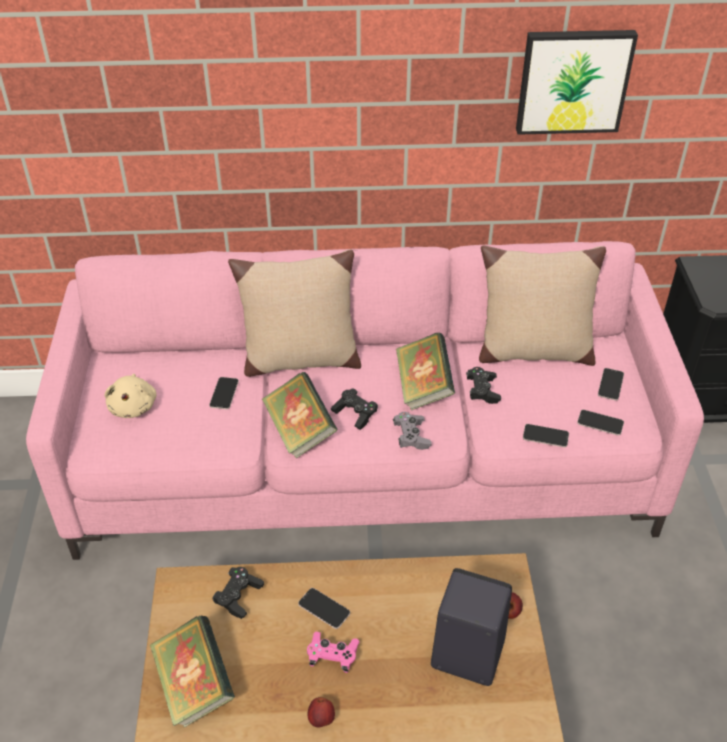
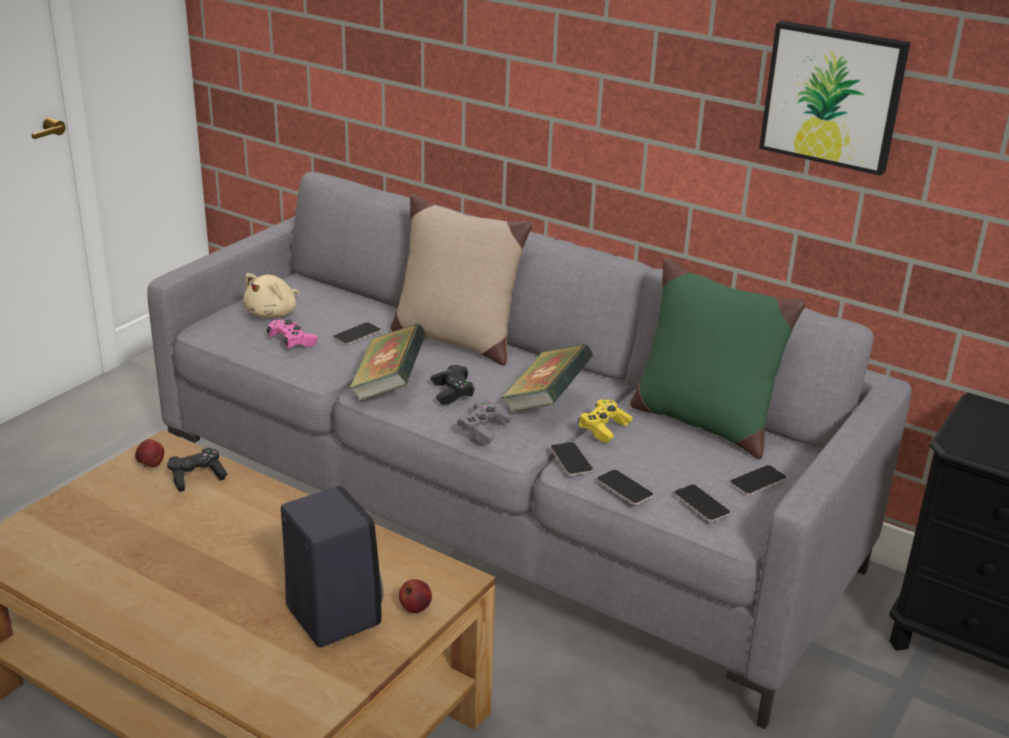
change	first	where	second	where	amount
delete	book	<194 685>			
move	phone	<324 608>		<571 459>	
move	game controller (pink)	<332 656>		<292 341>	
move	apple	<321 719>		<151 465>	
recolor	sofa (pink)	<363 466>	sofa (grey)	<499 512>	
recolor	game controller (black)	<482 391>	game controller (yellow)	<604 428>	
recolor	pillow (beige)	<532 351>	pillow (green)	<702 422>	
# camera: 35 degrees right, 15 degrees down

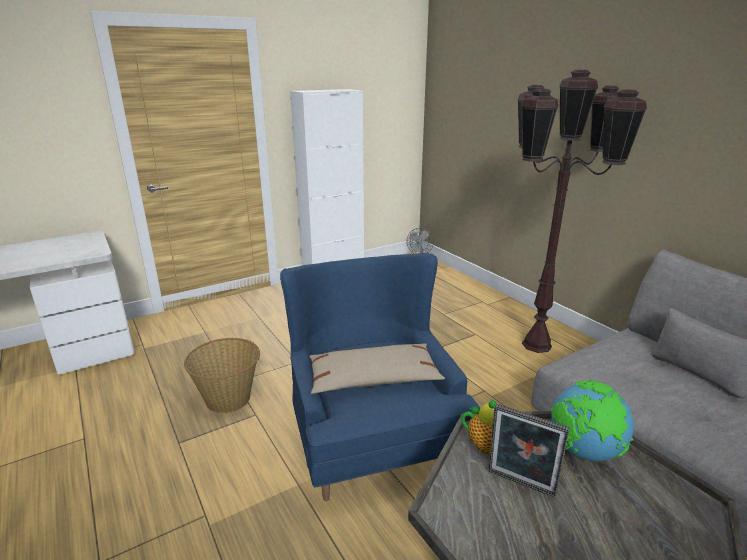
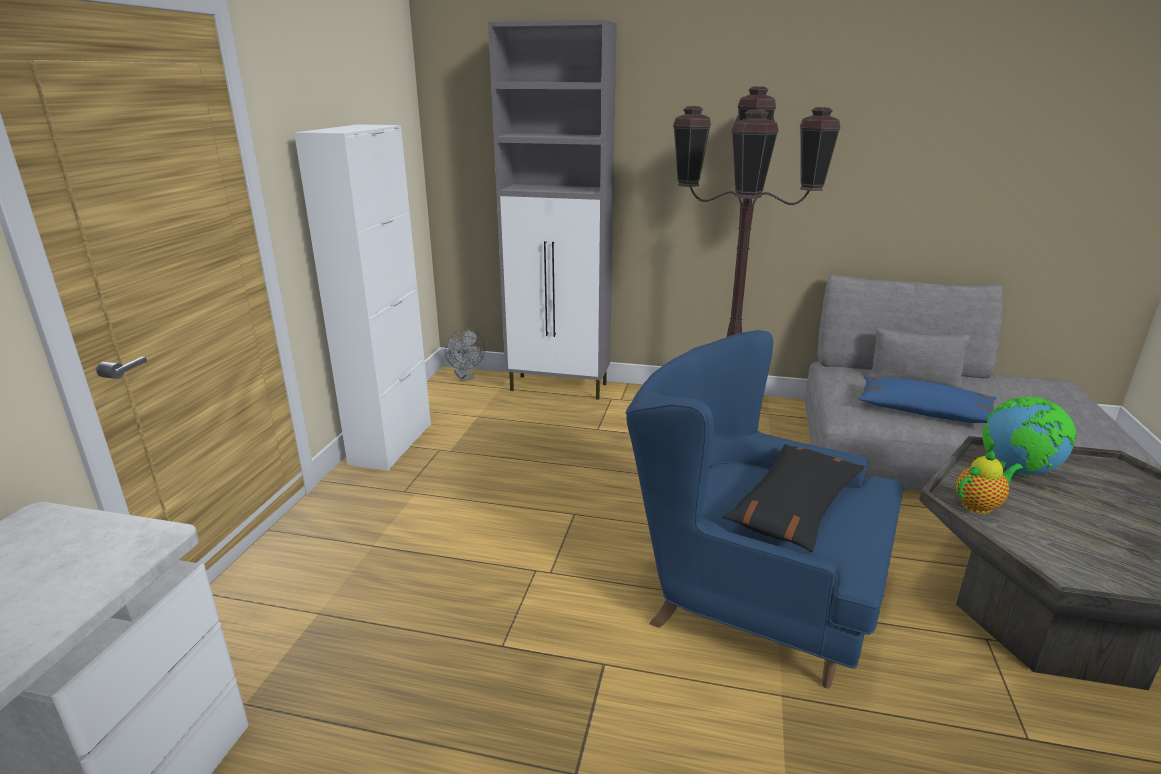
change	first	where	second	where	amount
delete	basket	<229 398>			
delete	picture frame	<520 485>			
insert			cabinet (grey)	<560 387>	
insert			pillow (blue)	<923 411>	
recolor	pillow (beige)	<373 379>	pillow (black)	<794 508>	
# camera: 45 degrees left, 0 degrees up

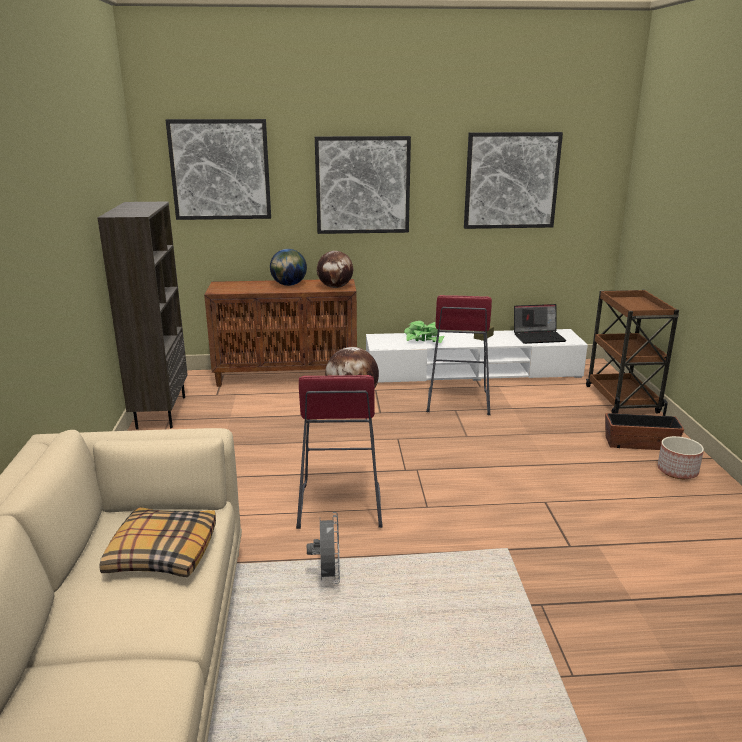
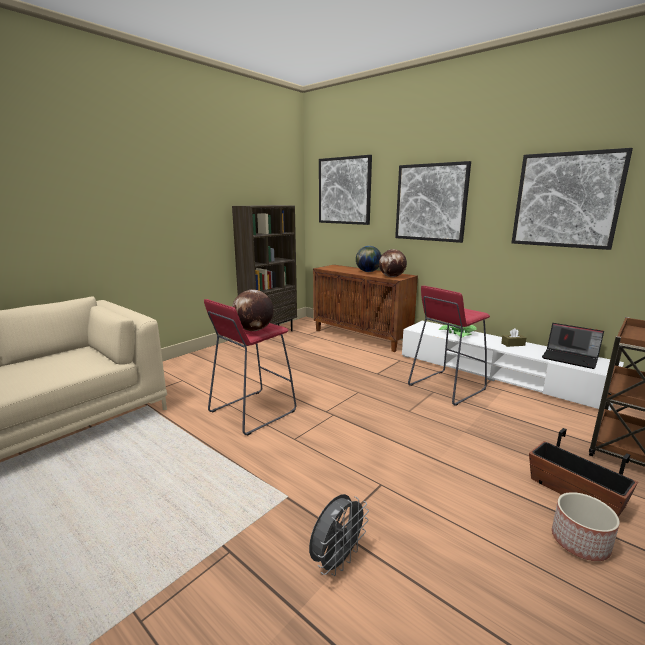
change	first	where	second	where	amount
delete	pillow	<162 553>			
move	fan (grey)	<327 576>		<337 560>	
# camera: 45 degrees right, 5 degrees down

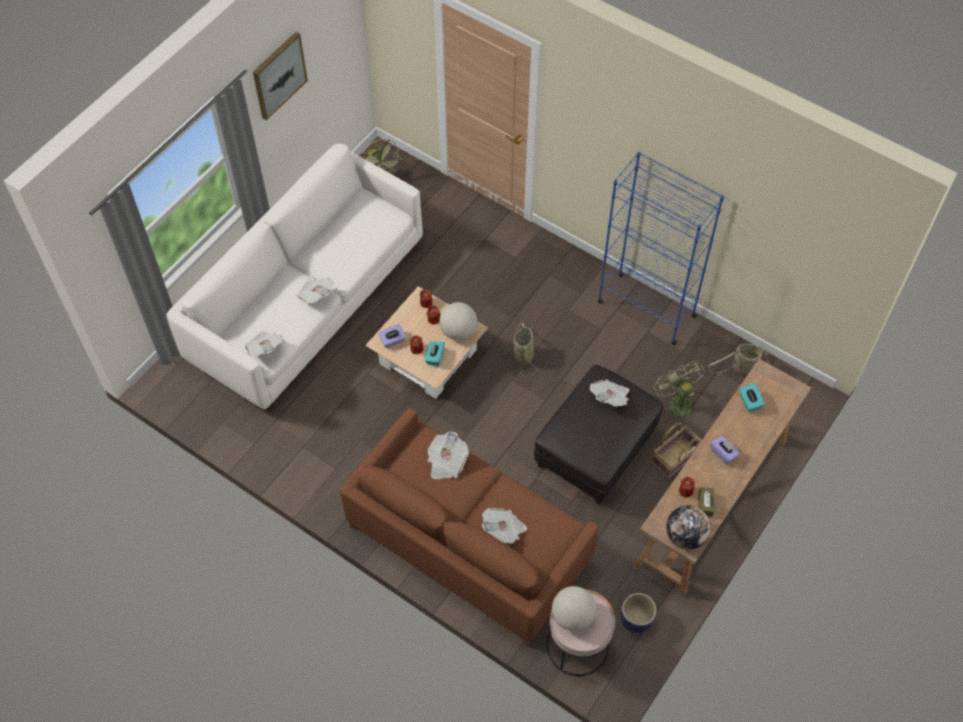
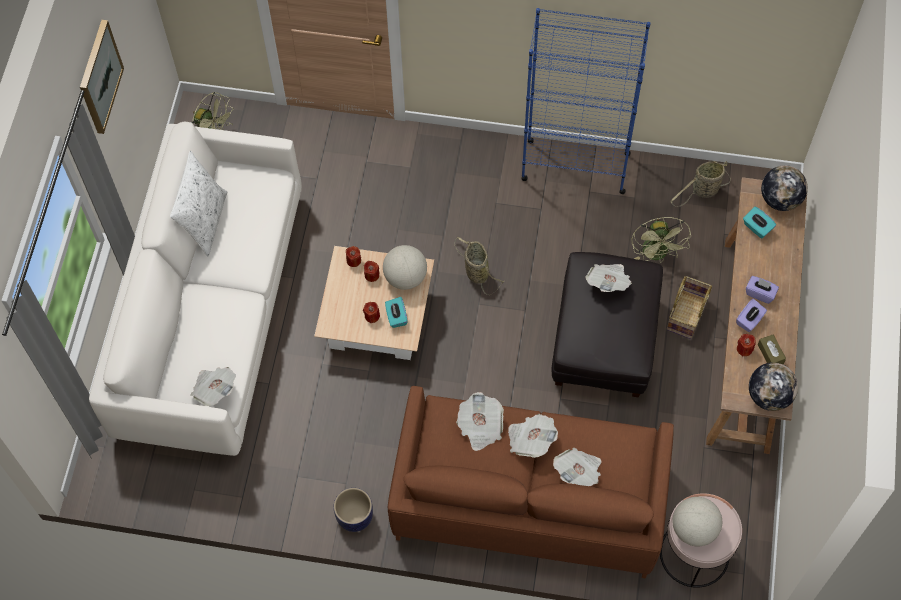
change	first	where	second	where	amount
insert			pillow (white)	<204 221>	
insert			globe	<780 199>	
move	newspaper	<316 295>		<530 440>	
move	tissue box (purple)	<392 341>		<749 320>	
move	planter	<635 620>		<354 517>	
rotate	fan (green)	<676 402>		<657 254>	135 degrees counterclockwise
# camera: 25 degrees left, 5 degrees up

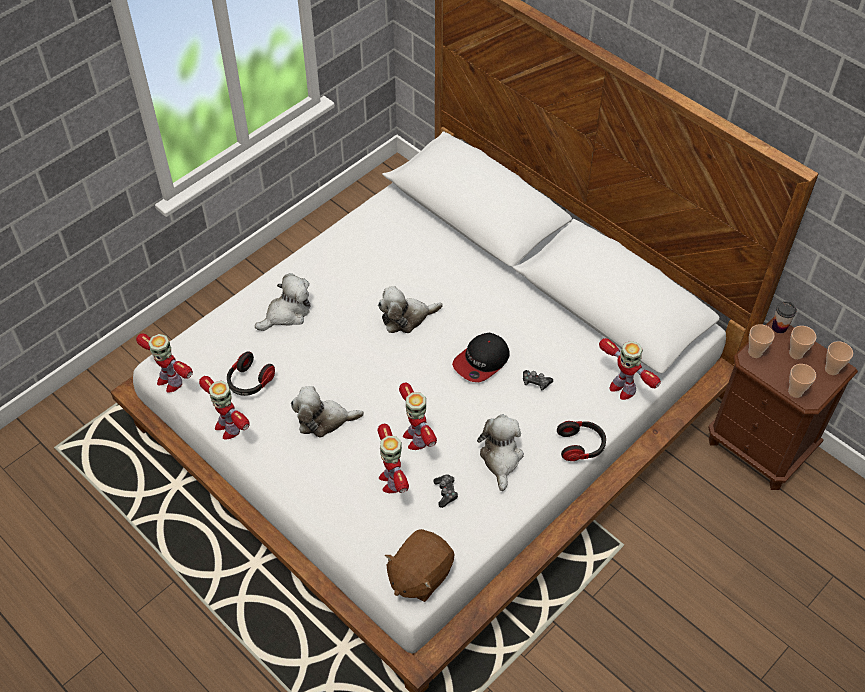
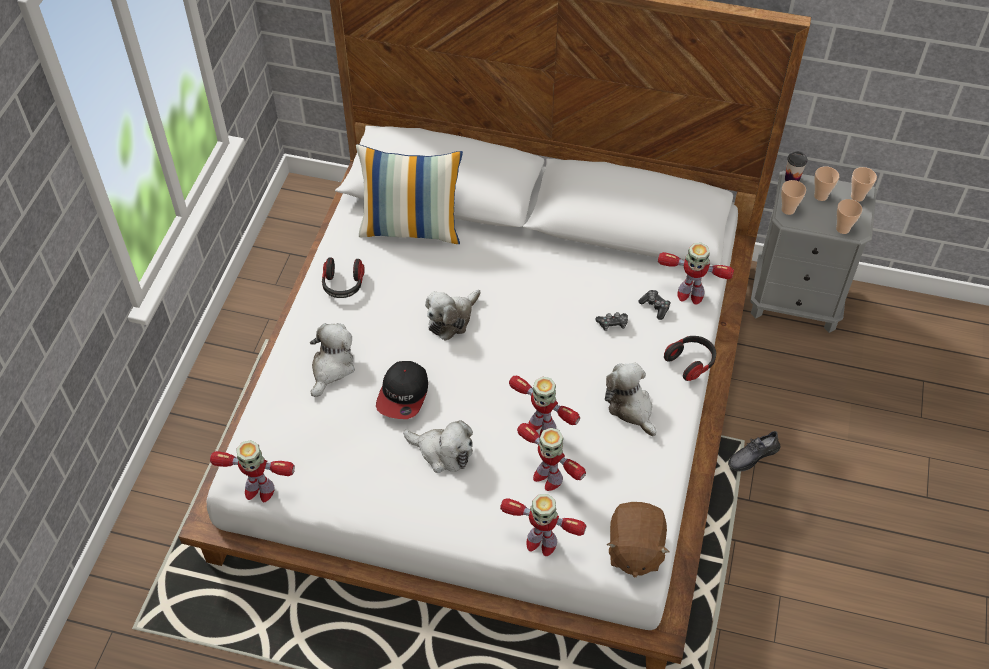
change	first	where	second	where	amount
insert			pillow	<411 228>	
insert			shoe (grey)	<752 456>	
move	toy robot	<228 427>		<540 542>	
move	headphones	<250 382>		<343 285>	
move	game controller	<446 492>		<655 307>	
move	cap	<481 361>		<403 394>	
recolor	nightstand (brown)	<759 447>	nightstand (grey)	<795 300>	
rotate	plush toy	<324 420>		<442 452>	120 degrees counterclockwise
# camera: 30 degrees left, 0 degrees up

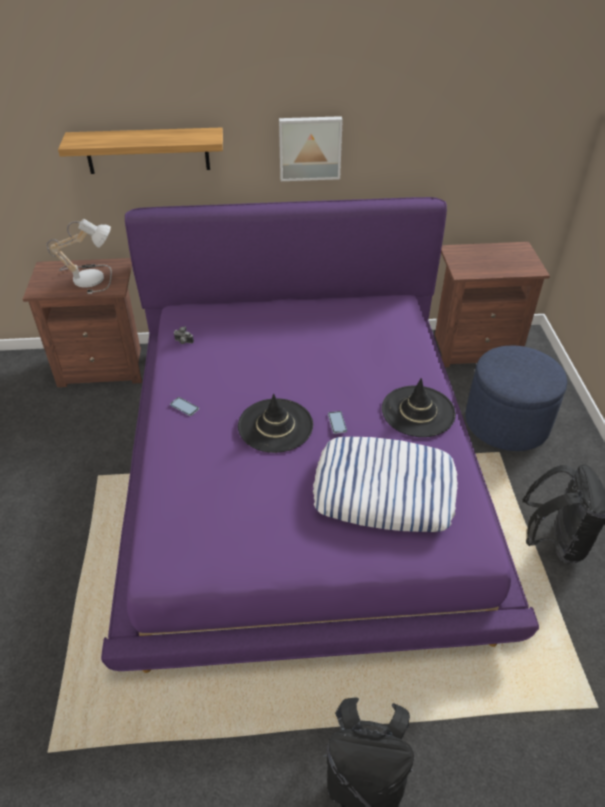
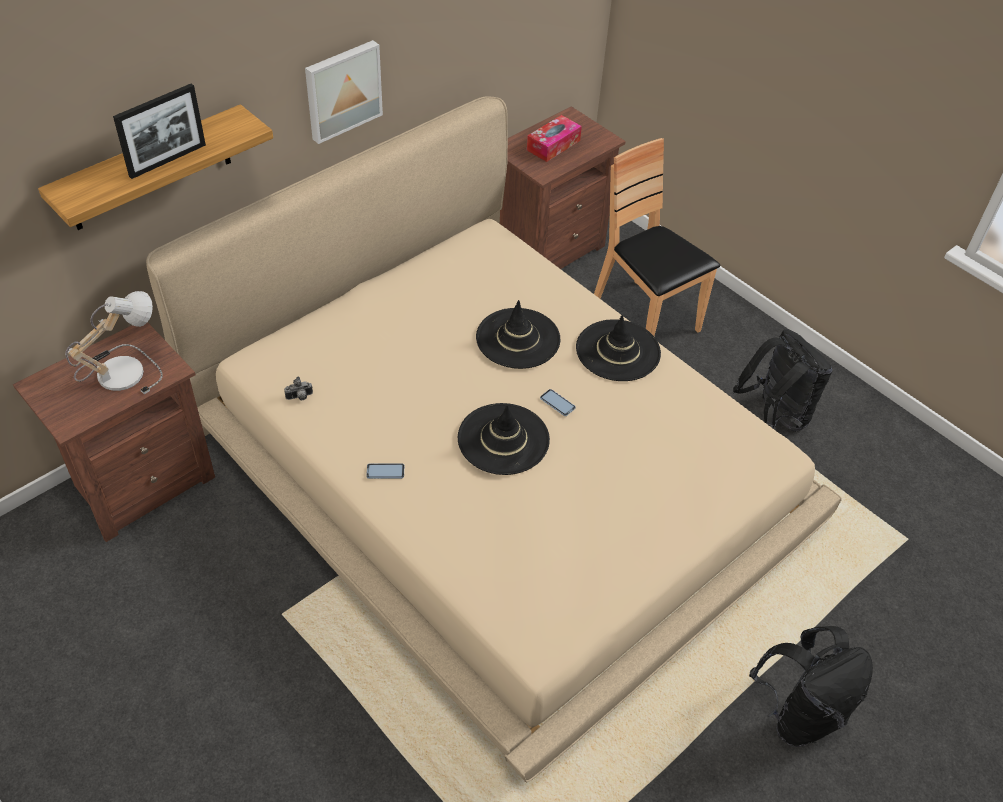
change	first	where	second	where	amount
delete	pillow	<384 490>			
insert			picture frame	<168 160>	
insert			hat (black)	<518 339>	
insert			tissue box	<553 145>	
replace	ottoman (blue)	<506 422>	chair (brown)	<644 319>	
recolor	bed (purple)	<302 468>	bed (beige)	<497 474>	
# camera: 40 degrees left, 5 degrees up

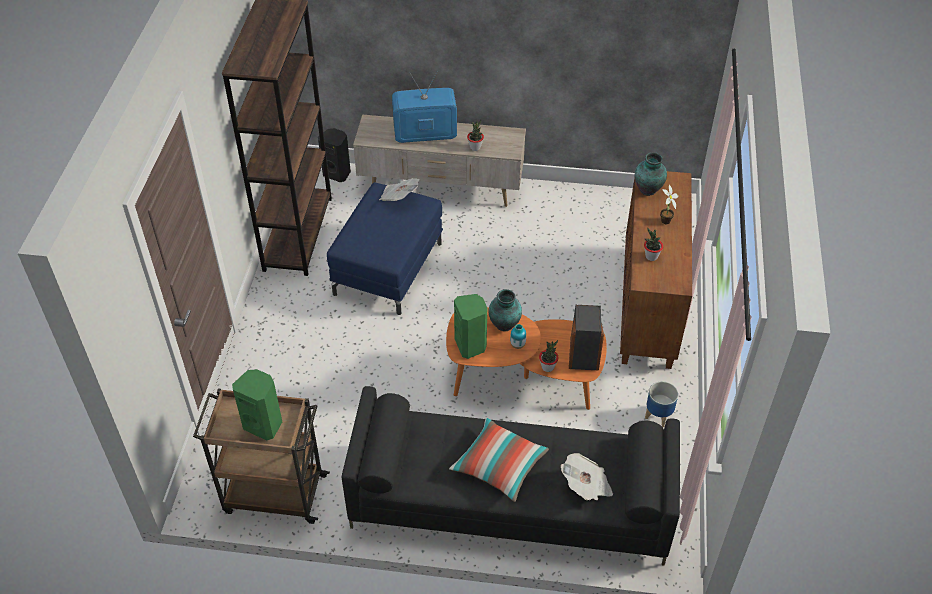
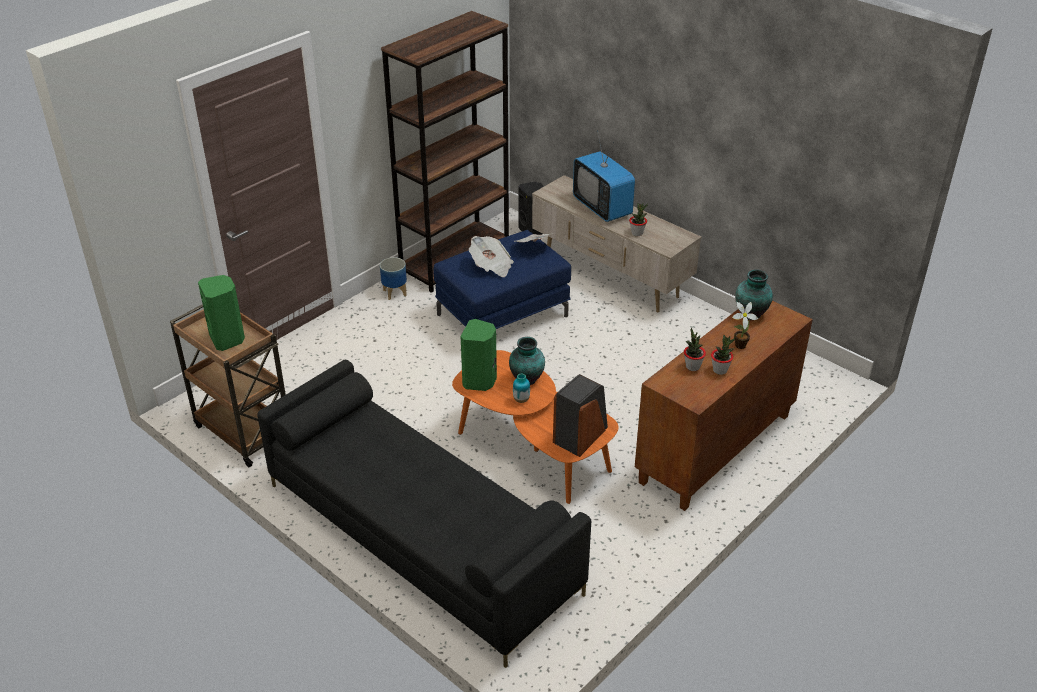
change	first	where	second	where	amount
delete	pillow	<499 466>			
move	potted plant	<547 367>		<720 370>	
move	newspaper	<586 486>		<491 266>	
move	planter	<658 416>		<394 293>	
rotate	television	<425 134>		<602 208>	150 degrees counterclockwise
# camera: 35 degrees right, 10 degrees down

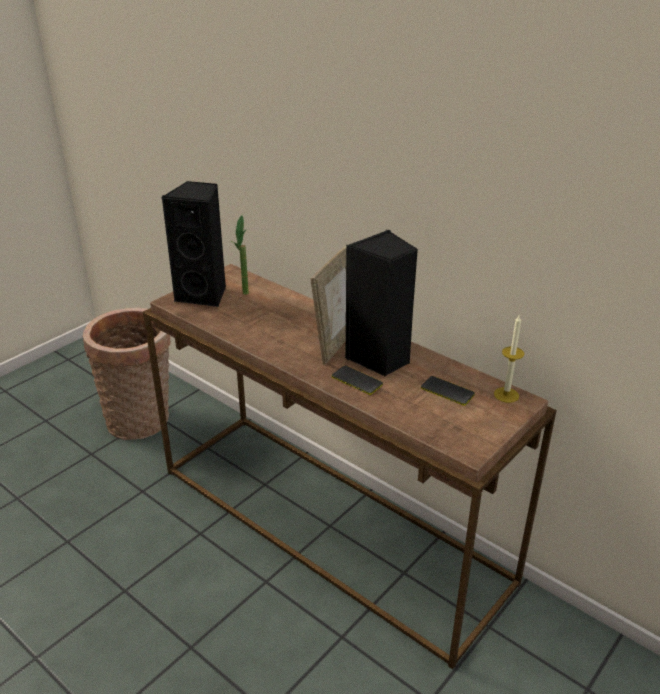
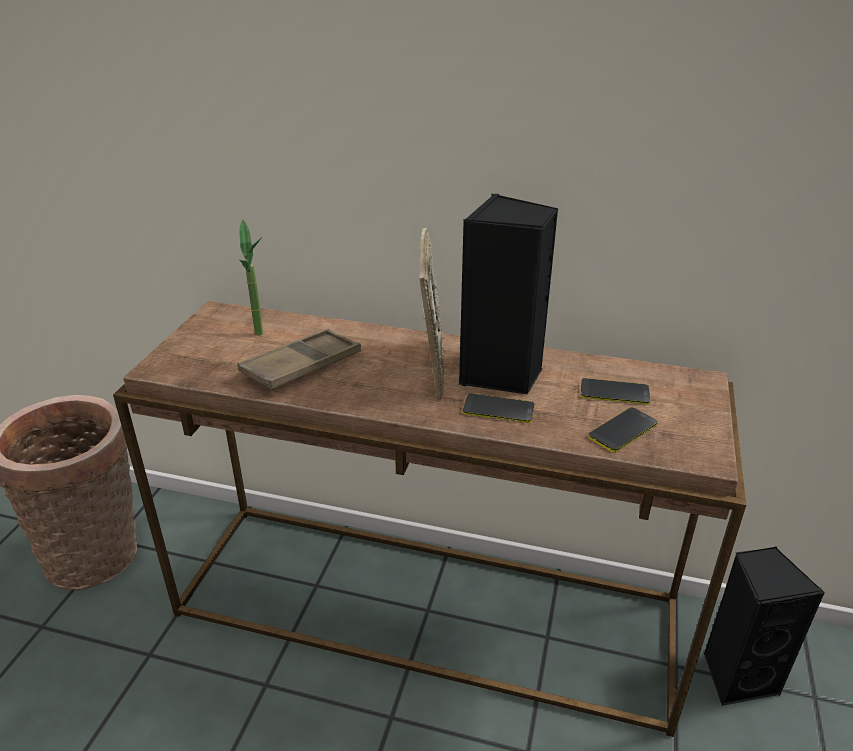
change	first	where	second	where	amount
delete	candle	<506 395>			
insert			tray (brown)	<302 366>	
insert			phone	<623 430>	
move	speaker (black)	<204 295>		<737 676>	
# camera: 25 degrees left, 0 degrees up

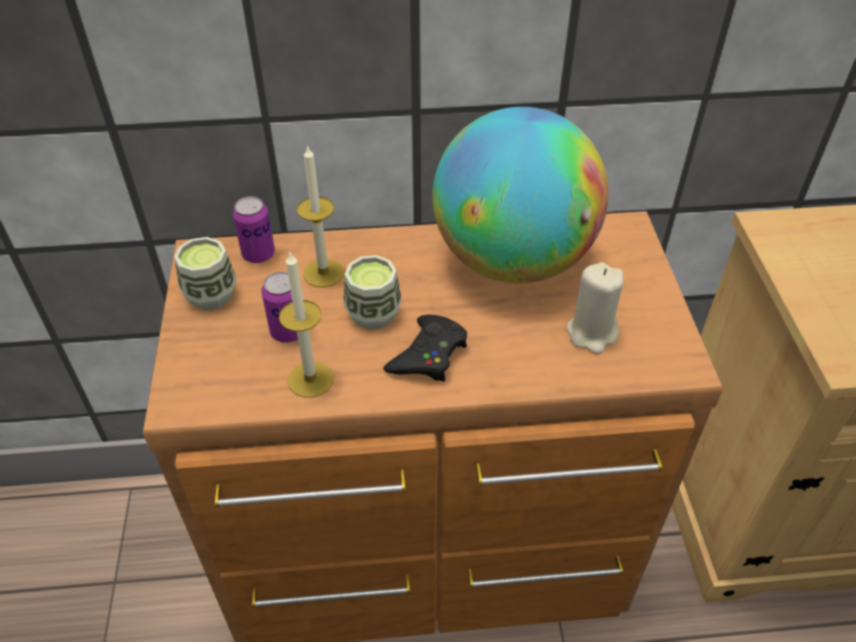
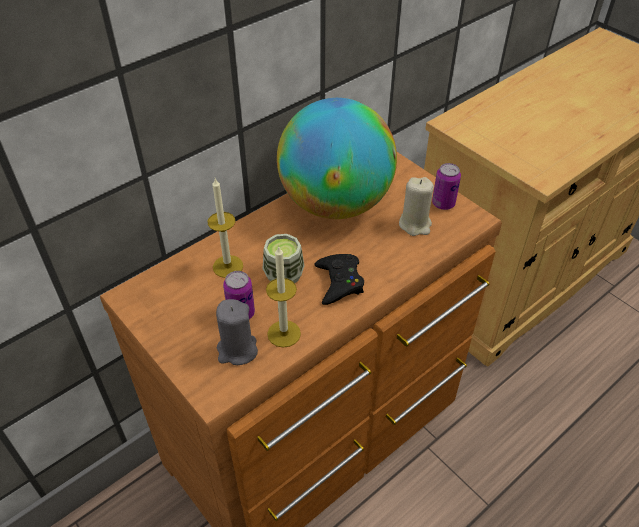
change	first	where	second	where	amount
delete	cup	<211 295>			
insert			candle (grey)	<237 350>	
move	can	<258 254>		<443 203>	
# camera: 35 degrees left, 0 degrees up

